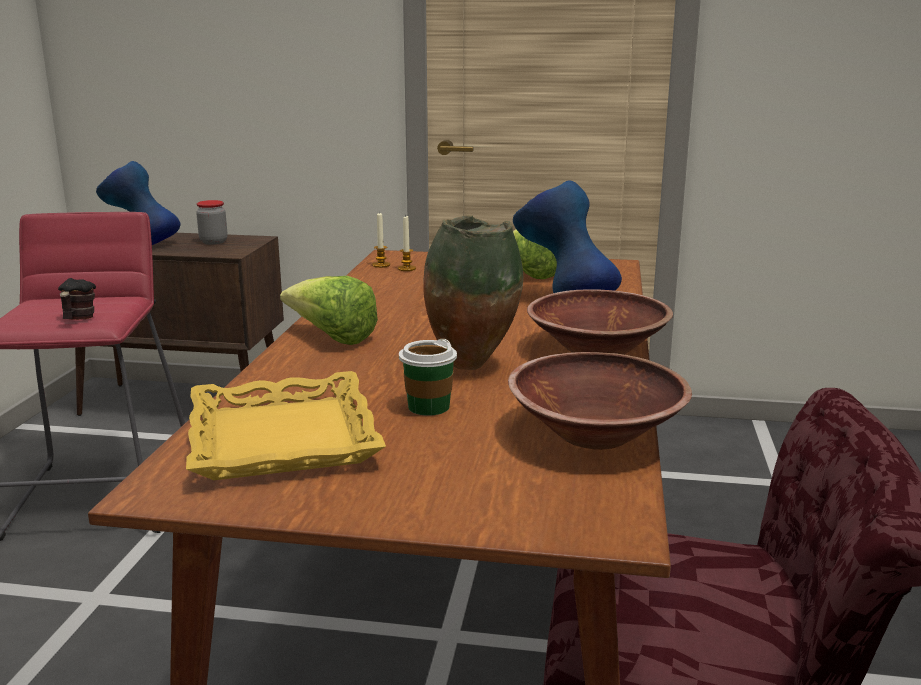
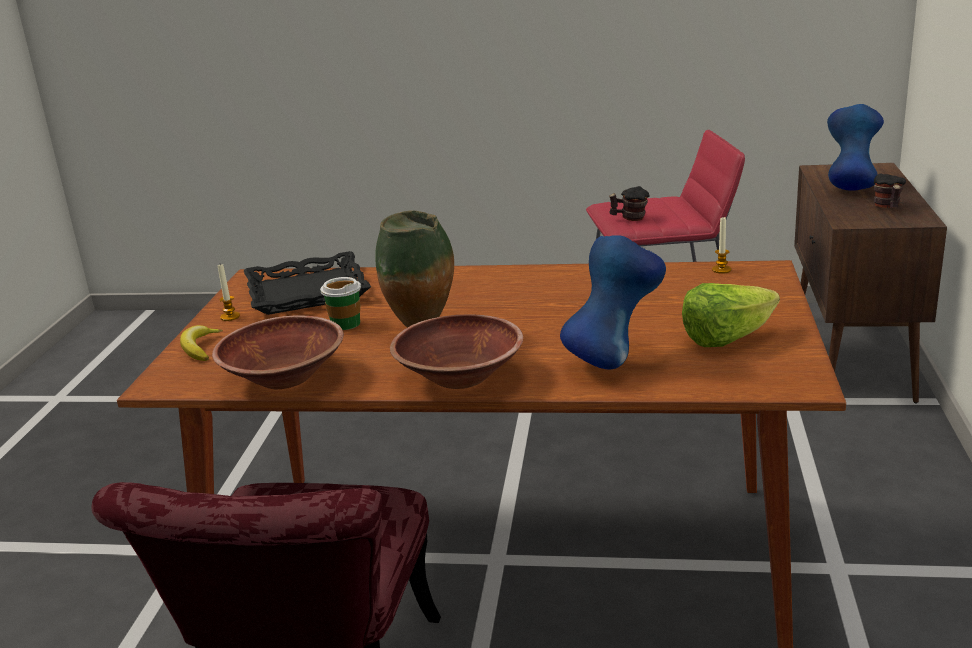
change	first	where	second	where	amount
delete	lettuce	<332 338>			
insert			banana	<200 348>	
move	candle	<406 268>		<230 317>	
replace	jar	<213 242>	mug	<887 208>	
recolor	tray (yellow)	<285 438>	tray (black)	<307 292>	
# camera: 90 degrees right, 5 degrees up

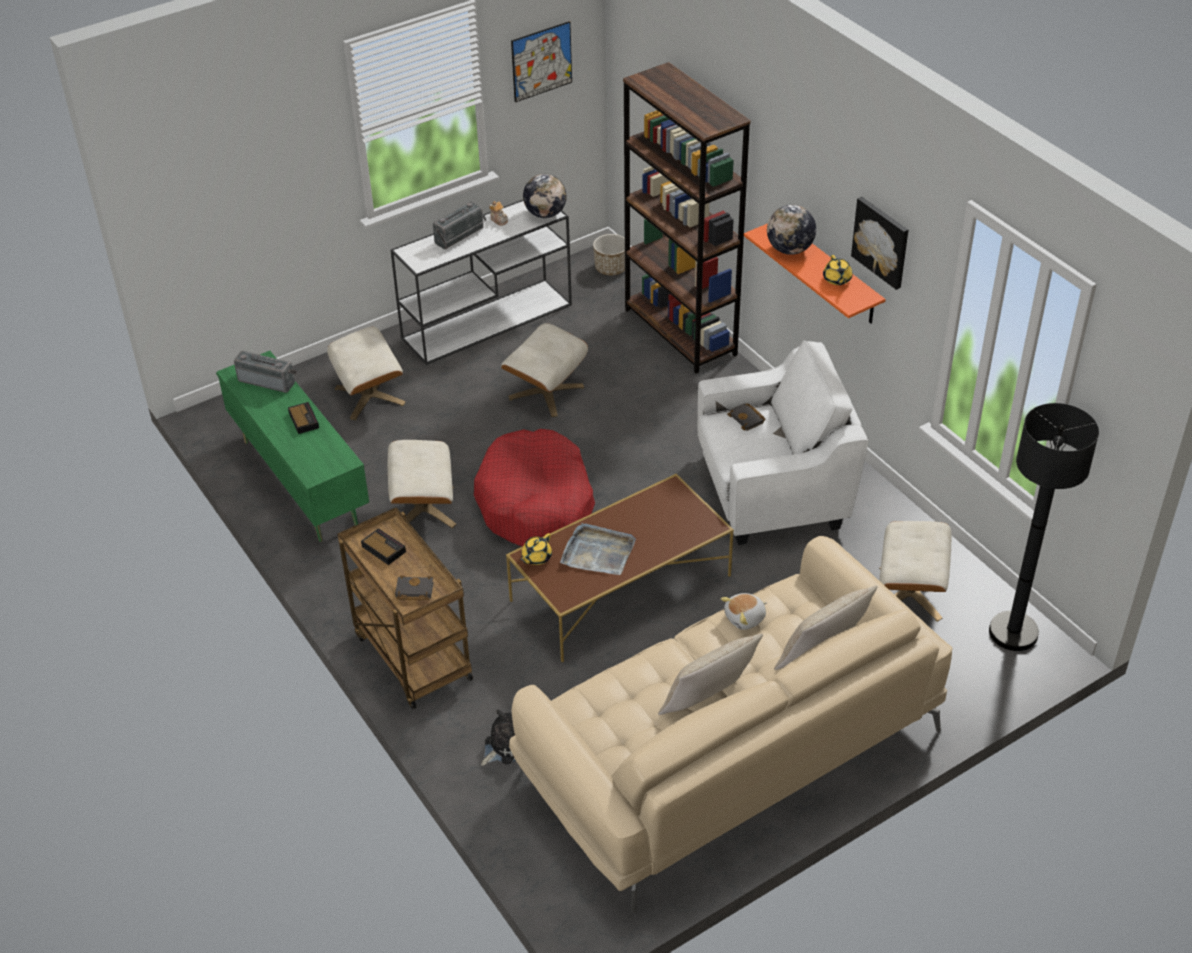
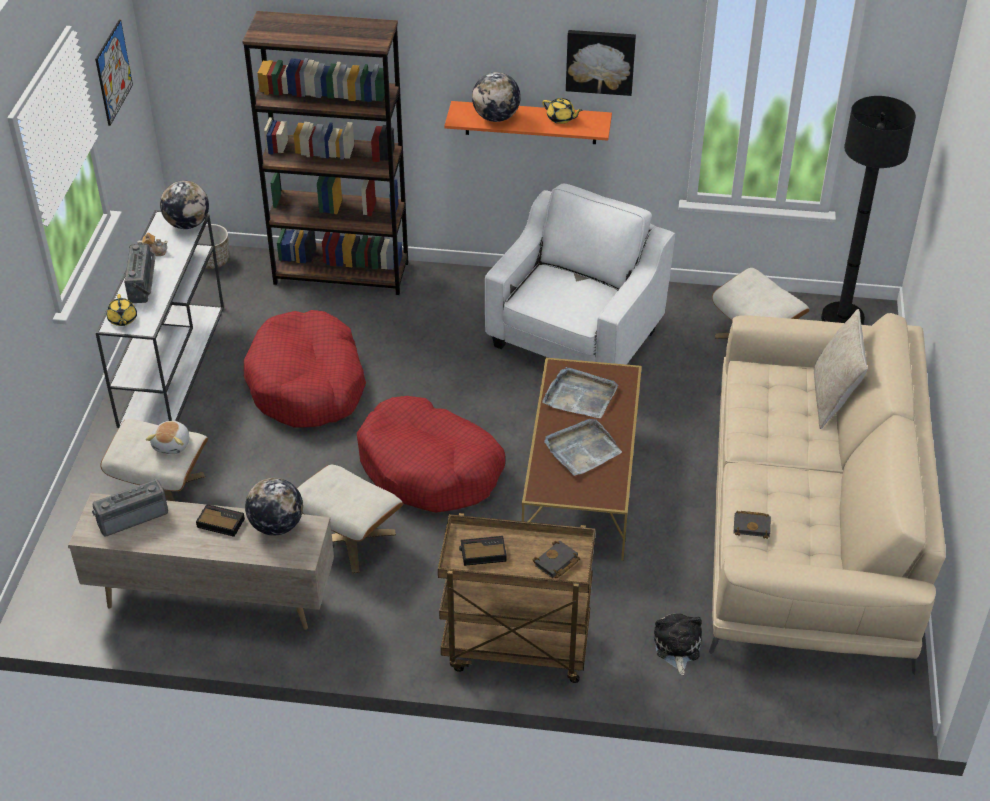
change	first	where	second	where	amount
delete	pillow (beige)	<708 704>			
insert			globe	<276 526>	
insert			tray (grey)	<580 396>	
move	teapot (yellow)	<536 557>		<122 319>	
move	plush toy	<745 618>		<172 444>	
move	book (black)	<747 419>		<752 526>	
replace	ottoman (beige)	<546 392>	dog bed (red)	<307 384>	
recolor	tv stand (green)	<301 482>	tv stand (beige)	<213 599>	
# camera: 50 degrees left, 0 degrees up

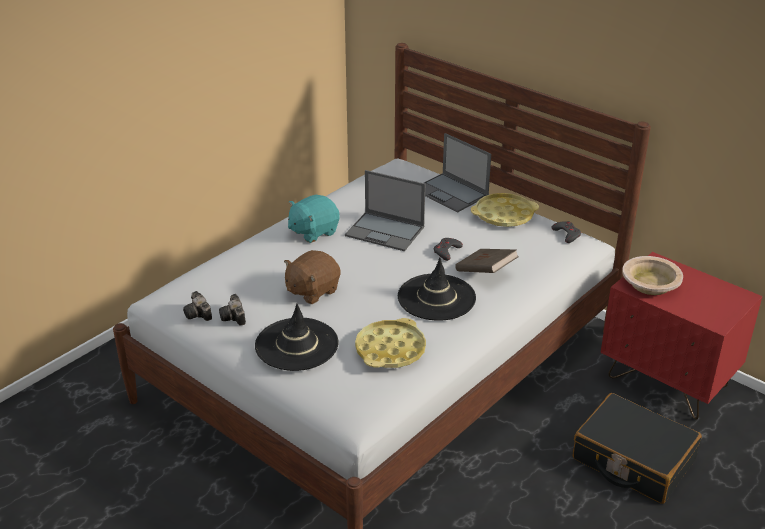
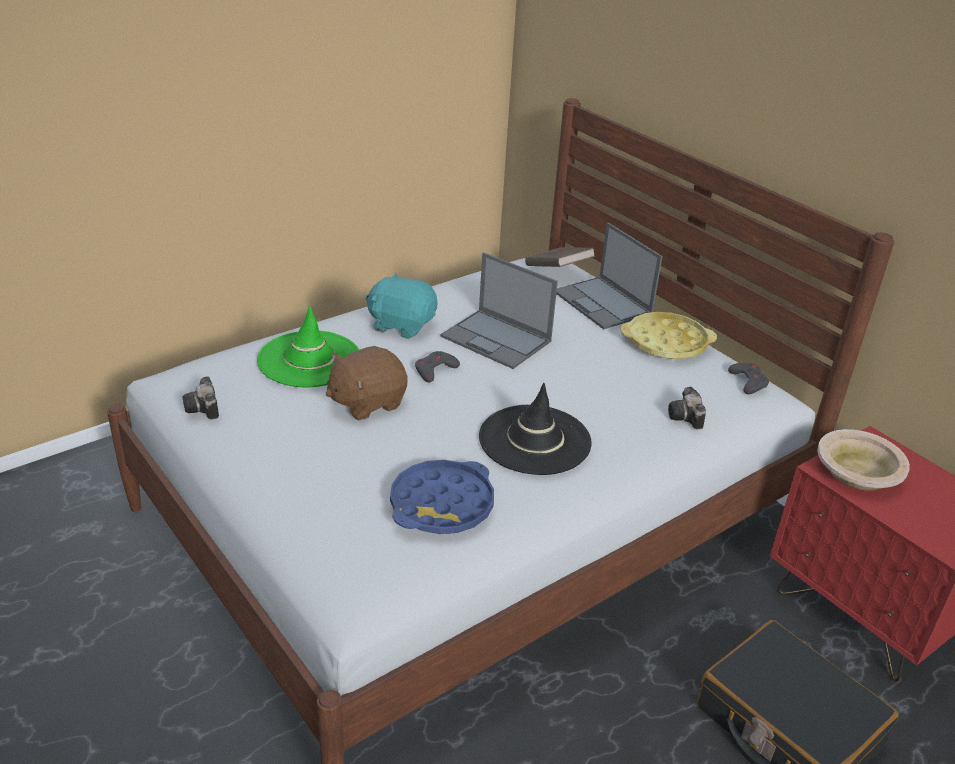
change	first	where	second	where	amount
delete	hat (black)	<296 344>			
insert			hat (green)	<309 359>	
move	photo camera	<234 318>		<686 418>	
move	game controller (grey)	<446 251>		<435 370>	
move	book (brown)	<485 272>		<558 271>	
recolor	tray (yellow)	<390 350>	tray (blue)	<442 505>	
rotate	plush toy (turquoise)	<313 232>		<402 325>	45 degrees clockwise
# camera: 10 degrees right, 0 degrees up

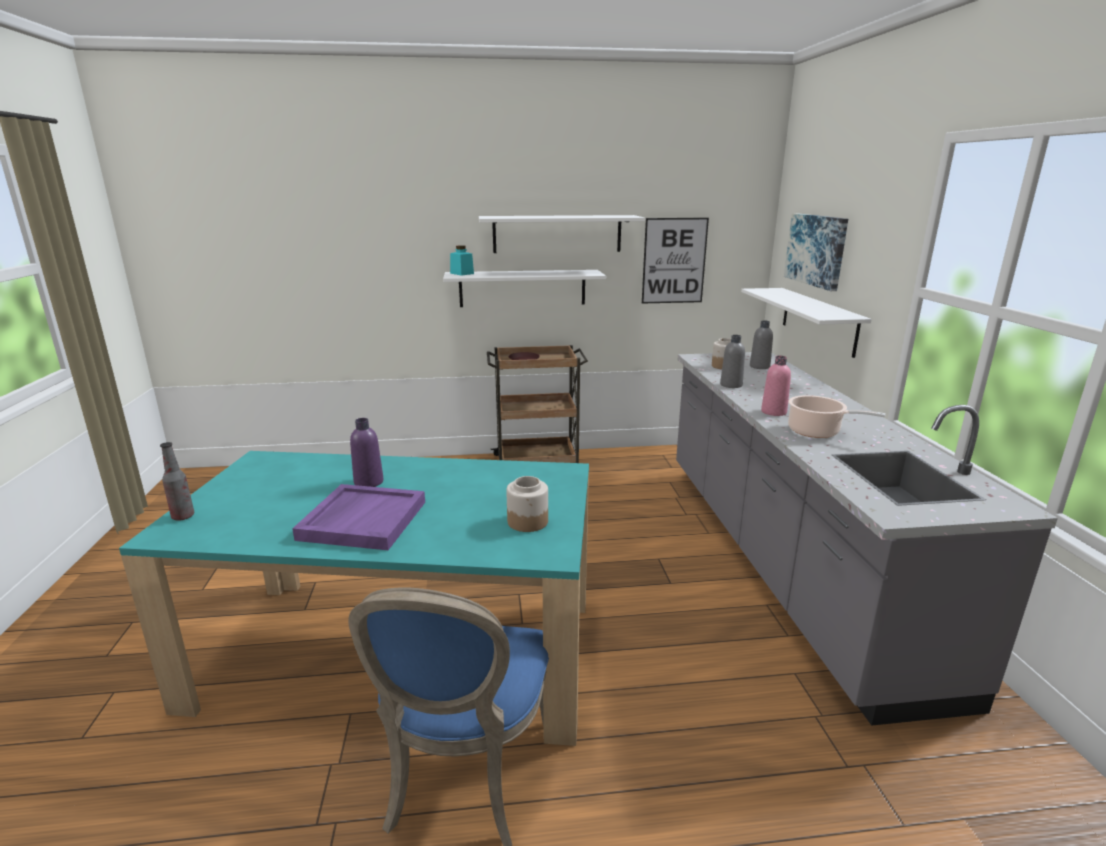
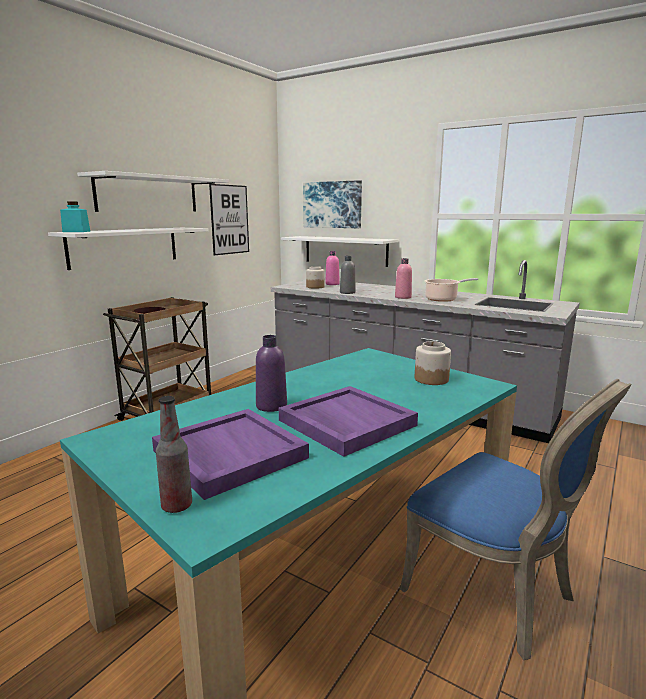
change	first	where	second	where	amount
insert			tray (purple)	<228 454>	
recolor	bottle (grey)	<759 366>	bottle (pink)	<332 284>	
# camera: 50 degrees left, 5 degrees down

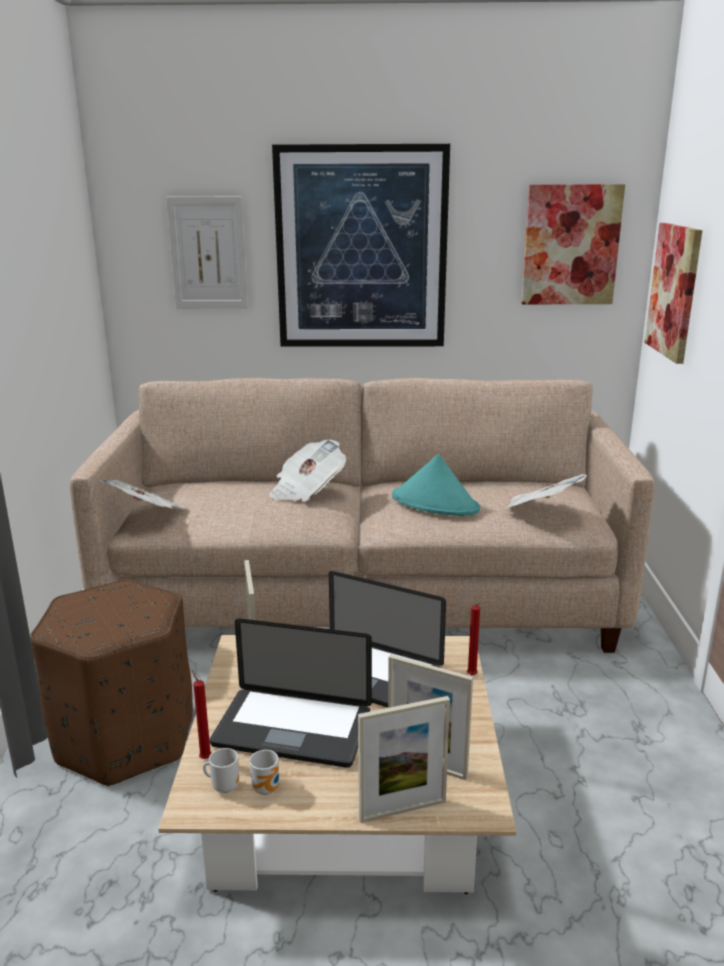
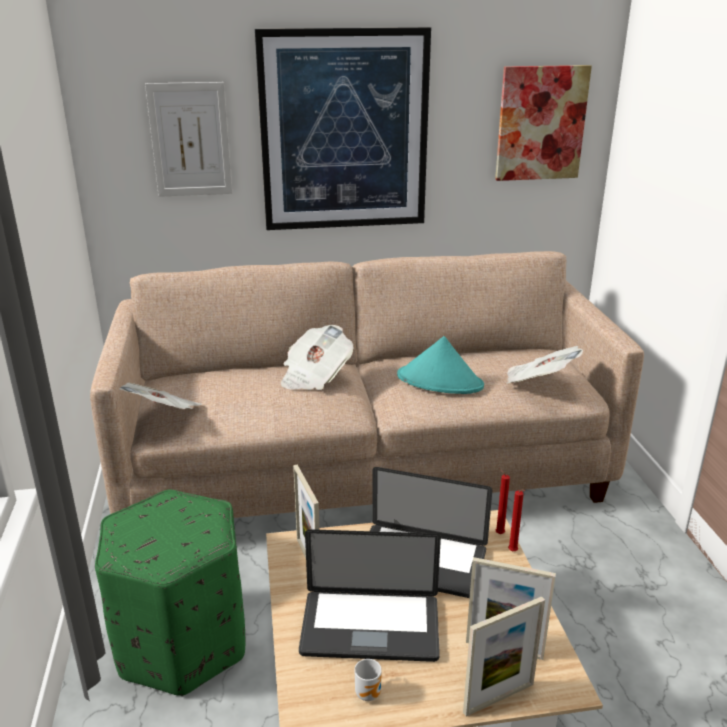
change	first	where	second	where	amount
delete	mug	<224 786>			
delete	picture	<674 291>			
move	candle (red)	<204 757>		<498 533>	
recolor	ottoman (brown)	<125 738>	ottoman (green)	<182 642>	
# camera: 10 degrees left, 5 degrees up

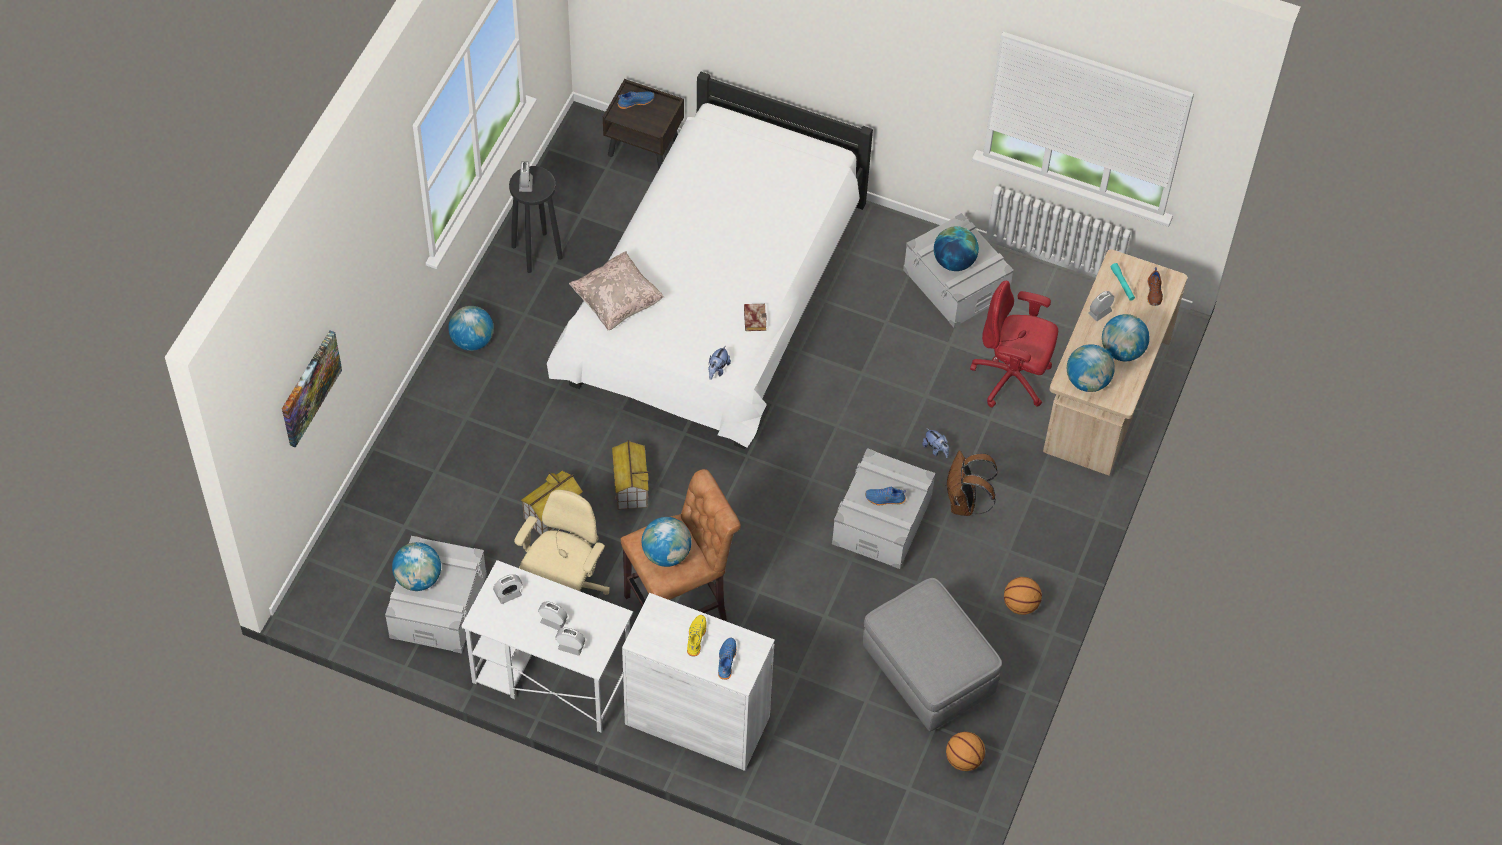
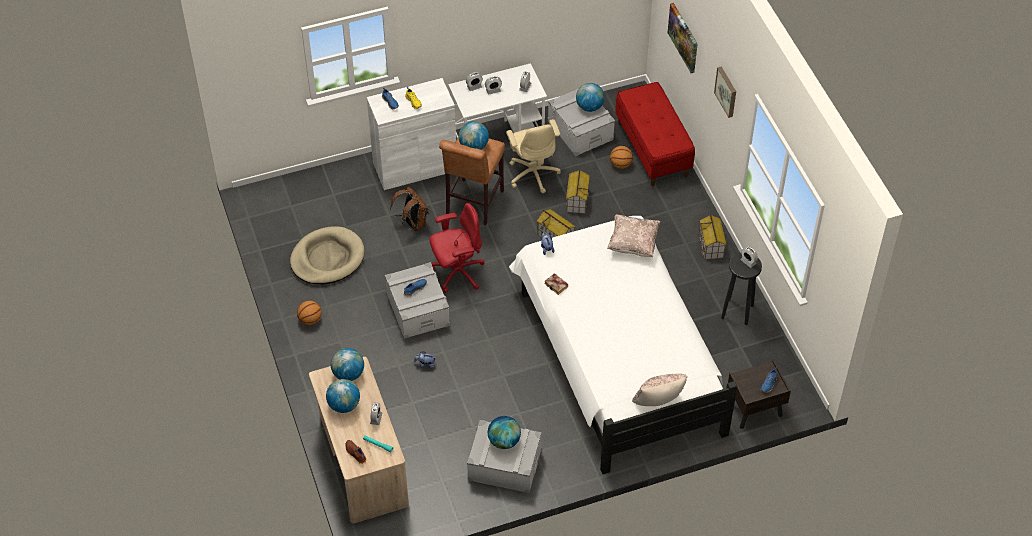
change	first	where	second	where	amount
insert			bench (red)	<653 149>	
insert			pillow (beige)	<658 403>	
insert			picture	<727 91>	
move	backpack (brown)	<964 503>		<412 223>	
move	basketball	<963 760>		<620 164>	
move	office chair (red)	<1012 379>		<457 273>	
replace	globe	<472 340>	toy house	<711 246>	
replace	ottoman (grey)	<928 672>	dog bed (beige)	<327 258>	
# camera: 140 degrees right, 5 degrees down

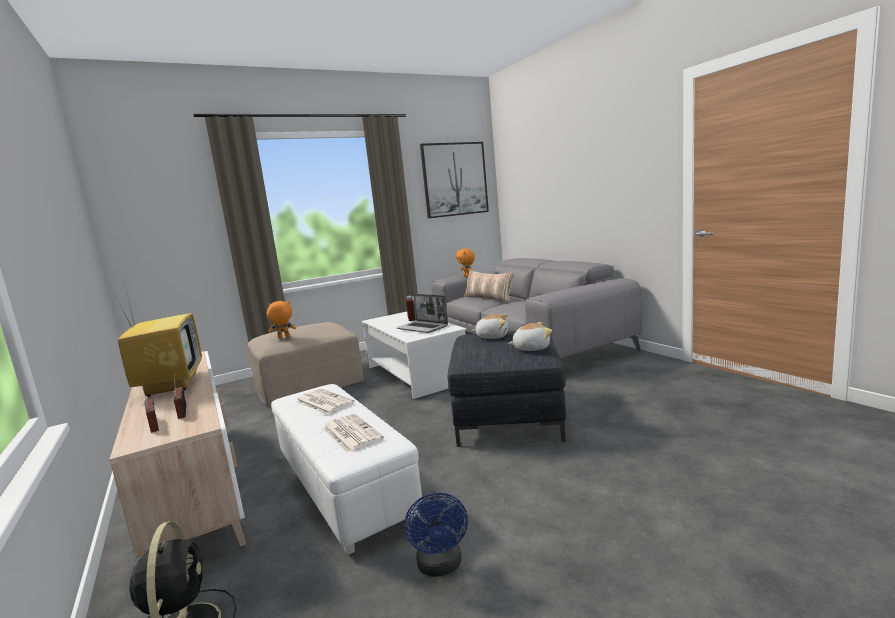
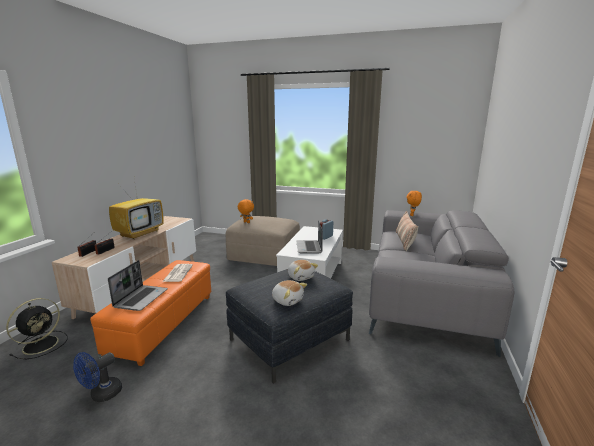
change	first	where	second	where	amount
delete	picture	<455 179>			
replace	newspaper	<350 433>	laptop	<141 298>	
recolor	ottoman (white)	<342 485>	ottoman (orange)	<163 323>	
# camera: 45 degrees right, 5 degrees up

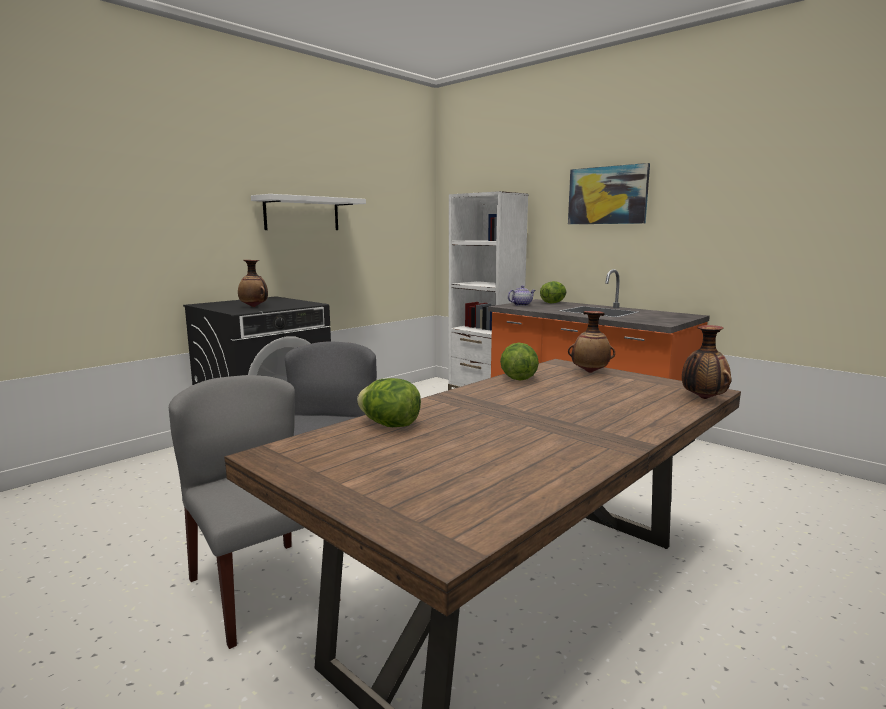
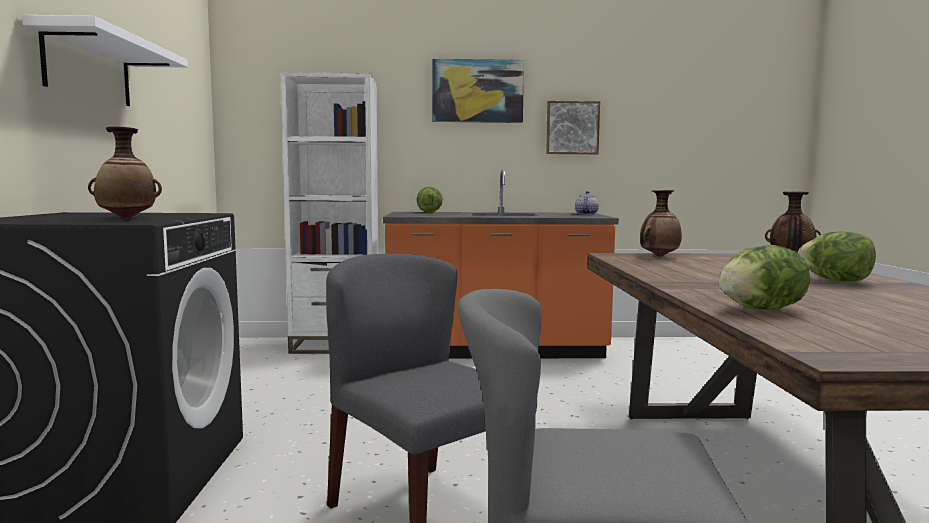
change	first	where	second	where	amount
insert			picture	<572 128>	
move	lettuce	<518 378>		<836 280>	
move	teapot	<521 305>		<586 214>	
# camera: 45 degrees left, 5 degrees down

